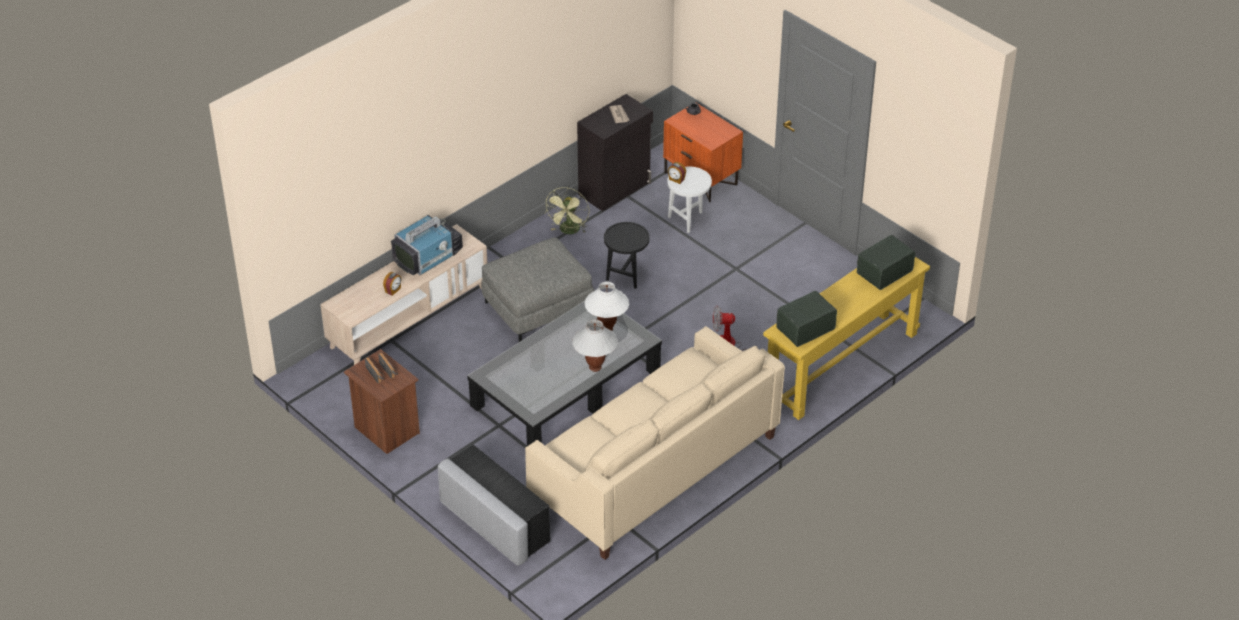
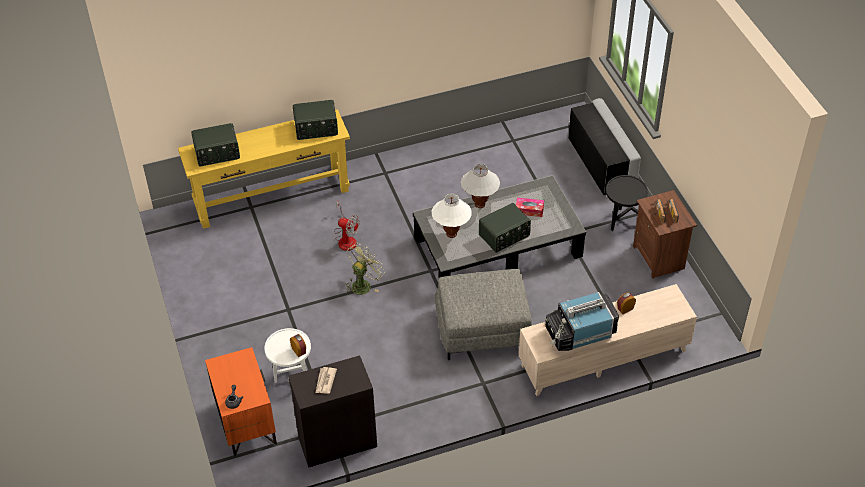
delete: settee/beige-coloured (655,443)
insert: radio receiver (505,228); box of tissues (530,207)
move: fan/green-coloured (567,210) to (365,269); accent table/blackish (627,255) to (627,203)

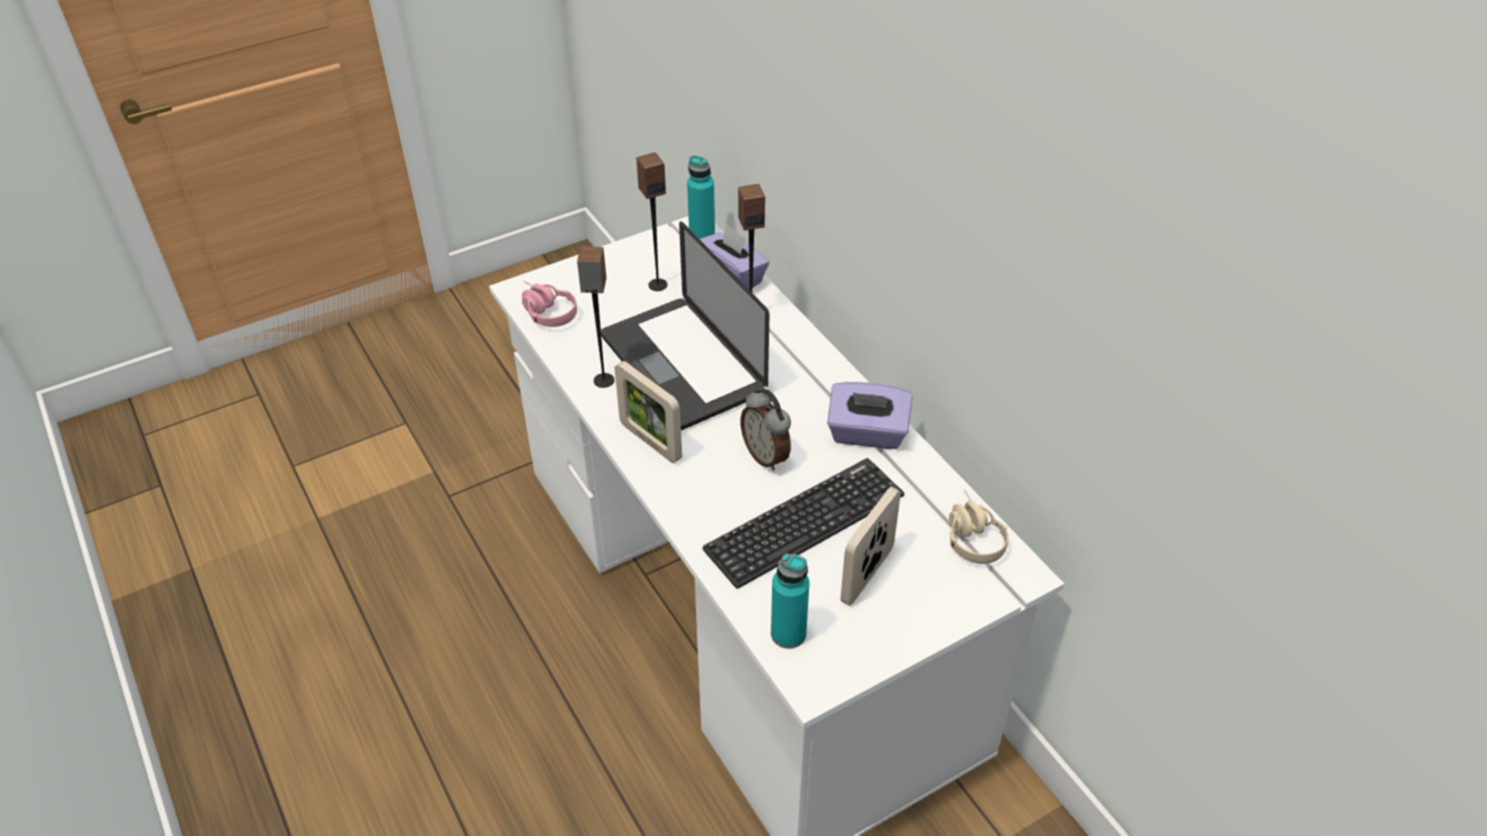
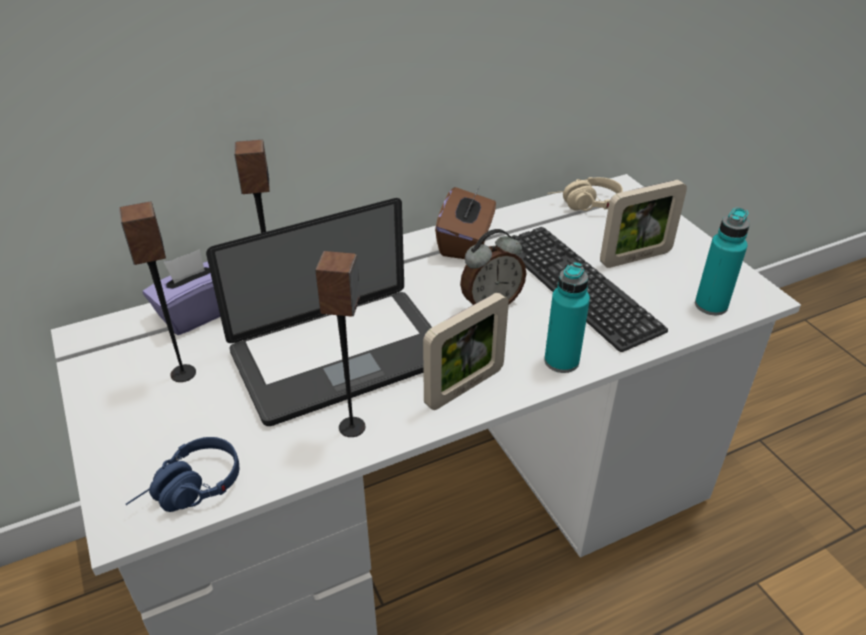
move: drink bottle/blue-green (701,197) to (567,317)
recolor: pair of headphones/pink-coloured (549,304) to pair of headphones/blue-coloured (182,474); box of tissues/purple-coloured (869,415) to box of tissues/brown (465,223)
rotate: picture frame (870,546) = (643,224) 60 degrees counterclockwise

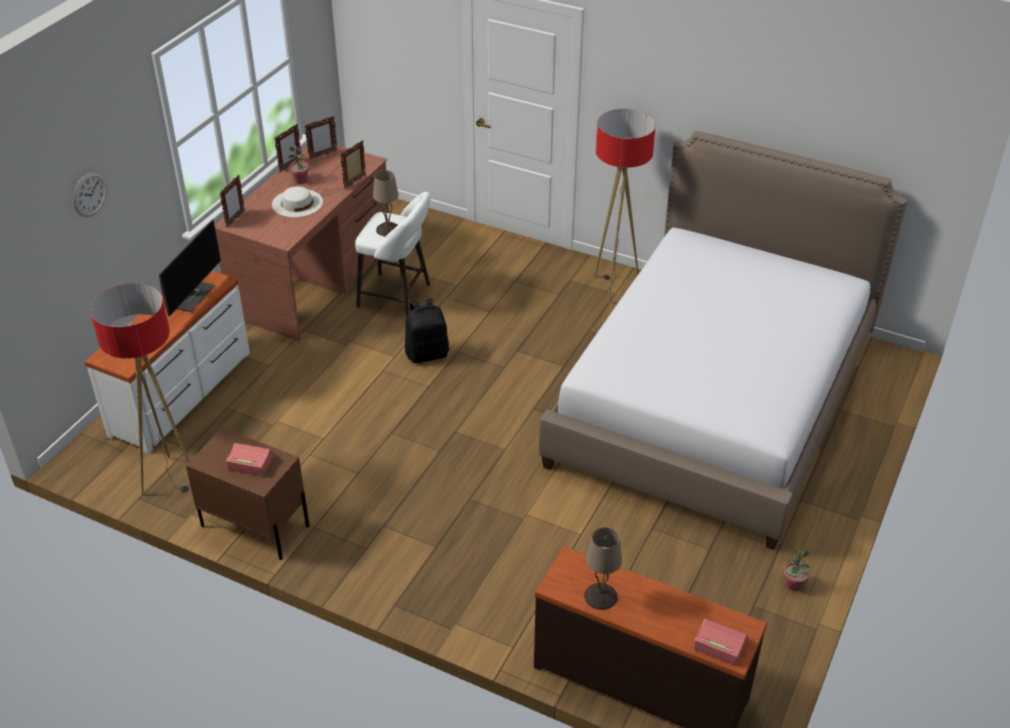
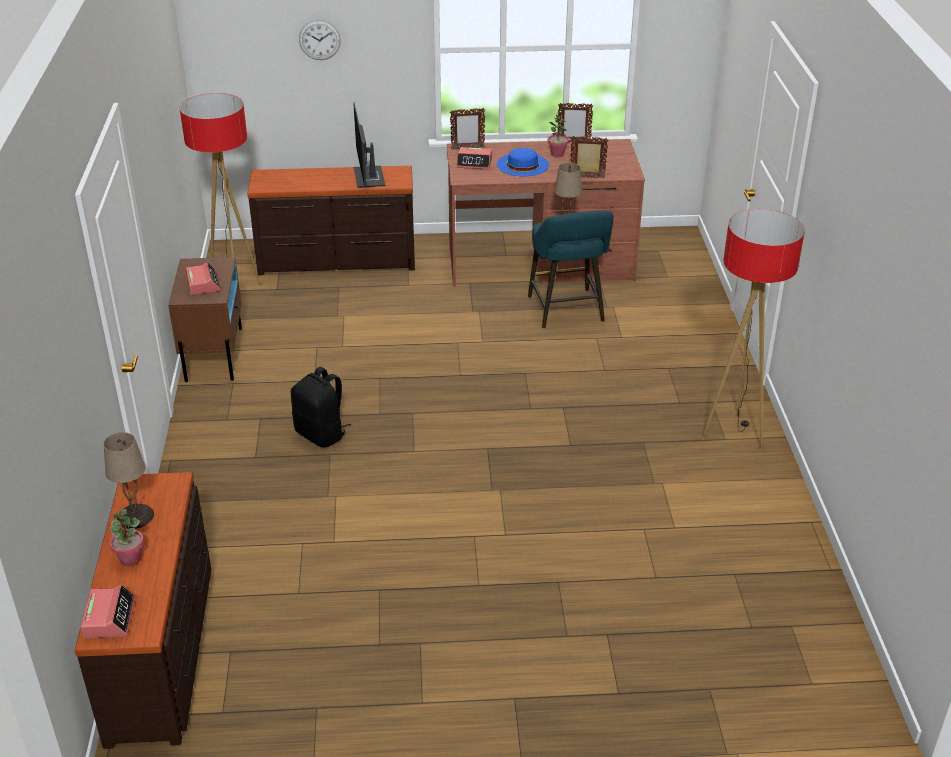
delete: picture frame (321,138); bed (723,340)
insert: alarm clock (474,158)
move: backpack/blackish (427,331) to (321,407); plant in a pot (796,570) to (126,537)
recolor: dresser/whitish (167,362) to dresser/brown (331,220); clothing hat/whitish (297,201) to clothing hat/blue-coloured (523,162); stool seat/whitish (392,254) to stool seat/blue-green (570,270)
rotate: computer screen (190,268) = (369,145) 90 degrees clockwise

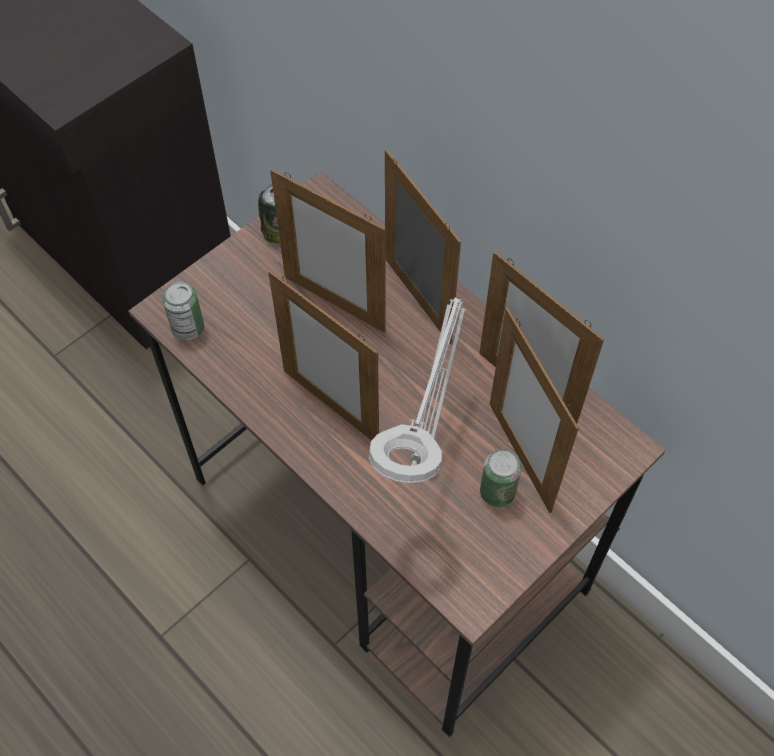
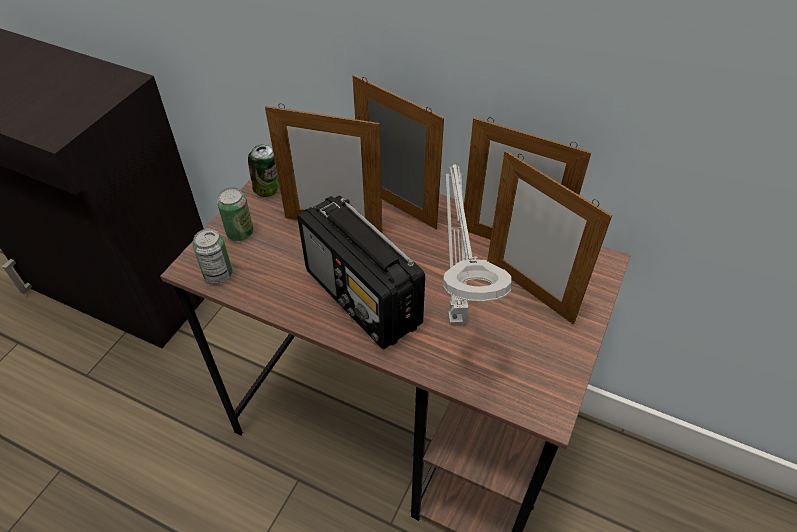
move: metal can (501,478) to (235,214)
replace: picture frame (323,355) to radio receiver (361,272)

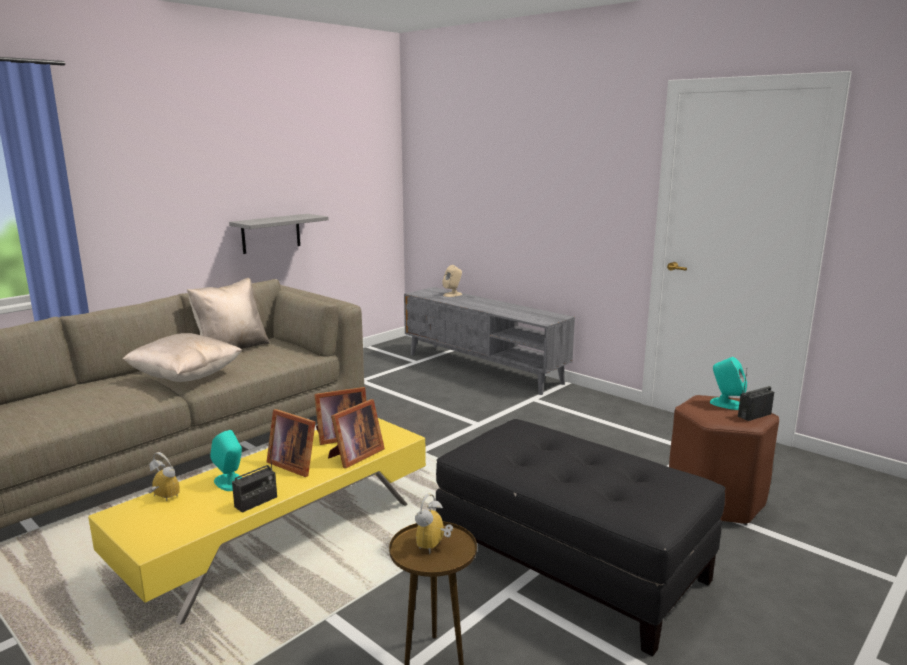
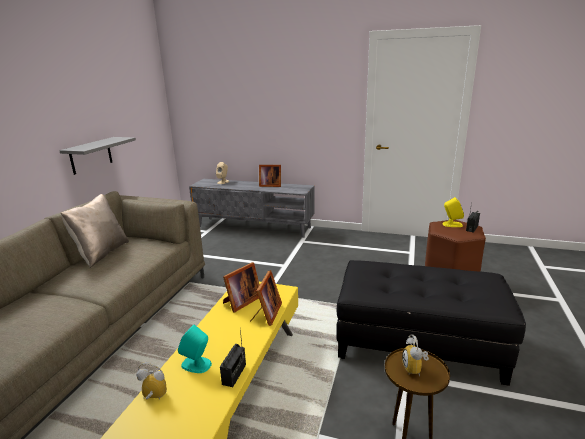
delete: pillow/beige-coloured (182,357)
move: picture frame (291,443) to (270,176)
recolor: speaker/blue-green (728,383) to speaker/yellow (453,212)

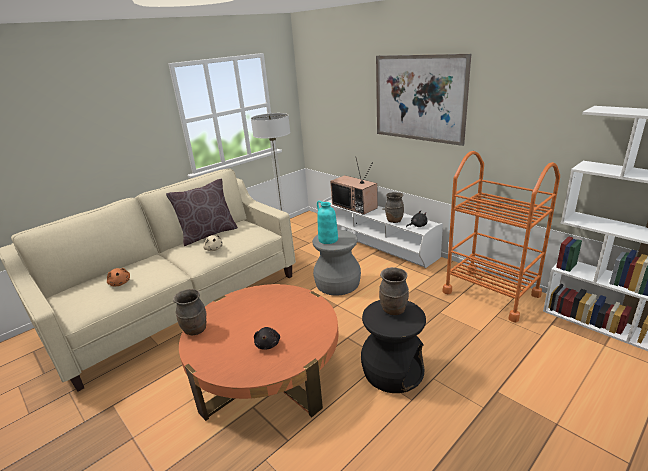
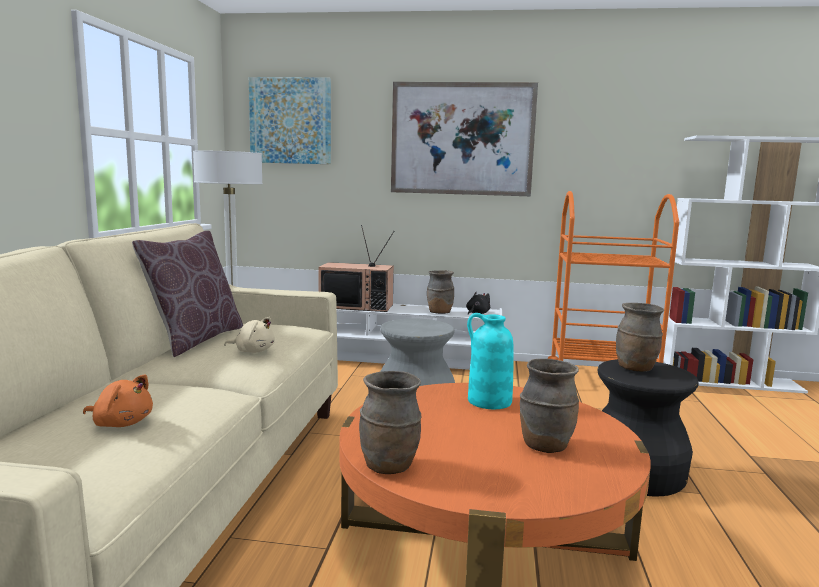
insert: wall picture (290,120)
move: vase/blue-green (327,222) to (490,361)
replace: soft toy/blackish (267,338) to vase/brown (549,406)

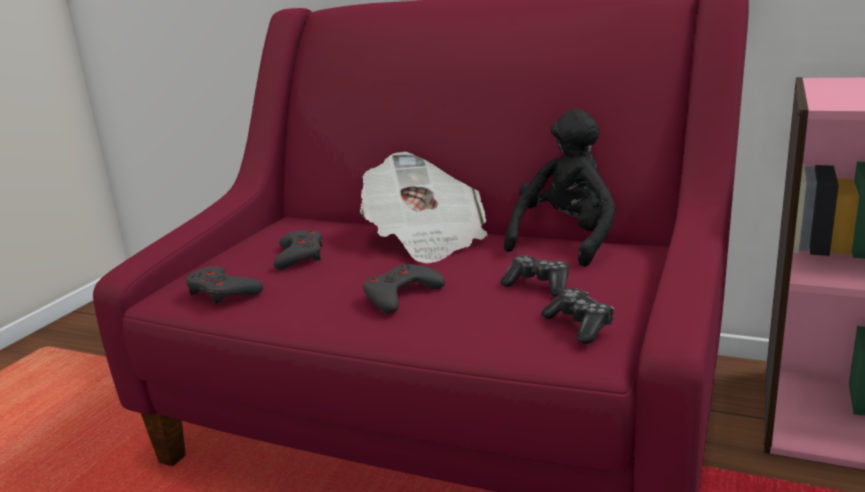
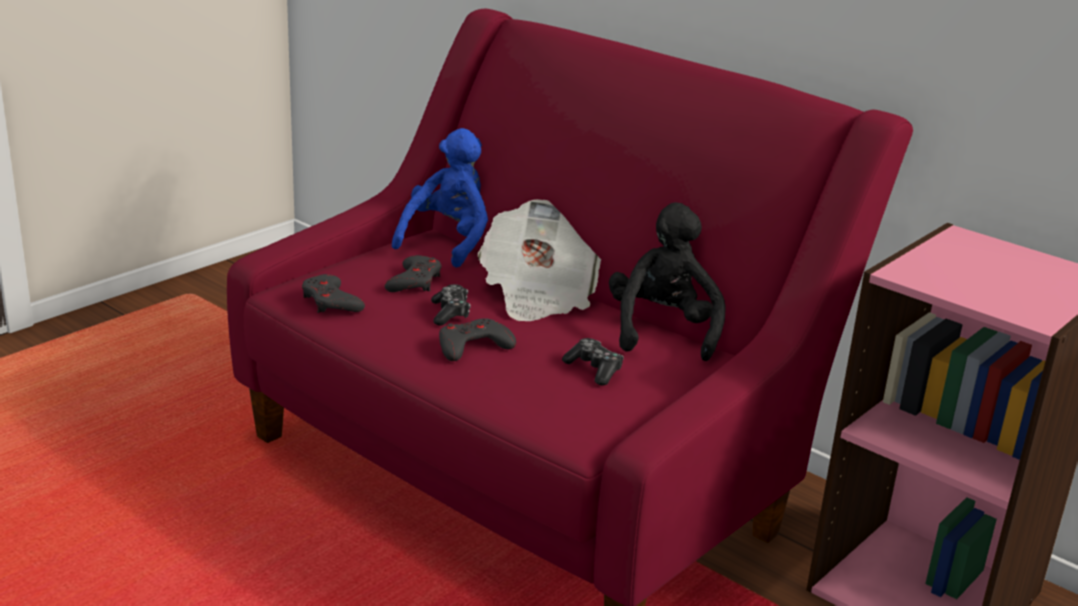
insert: soft toy/blue-coloured (440,198)
move: game controller (577,316) to (451,305)
rotate: soft toy/blackish (560,188) = (667,281) 45 degrees counterclockwise

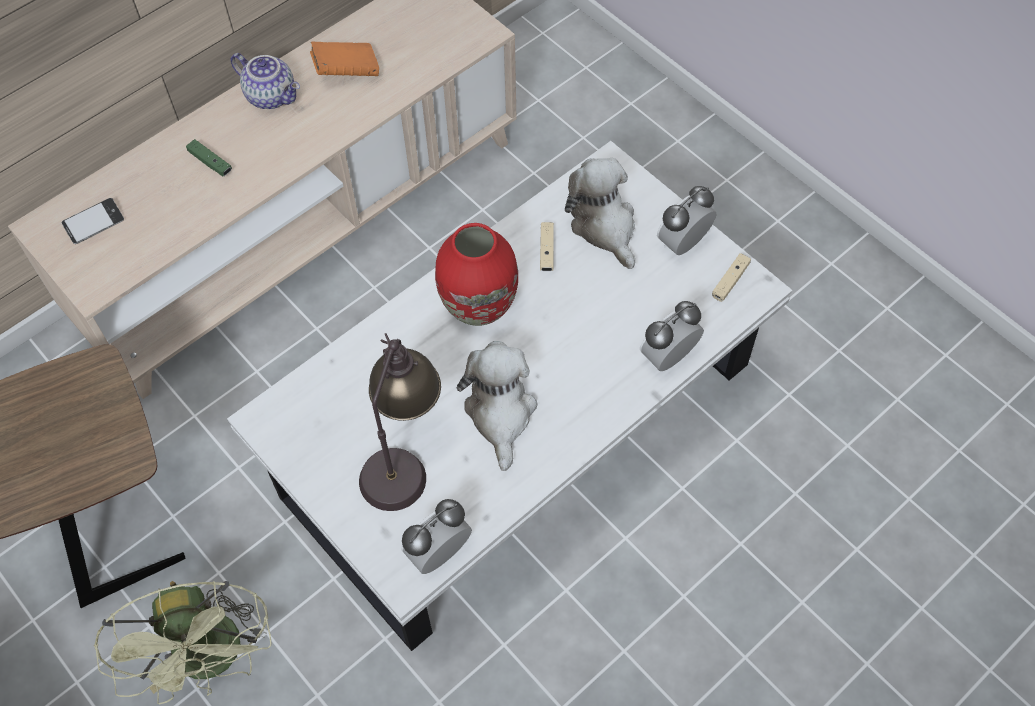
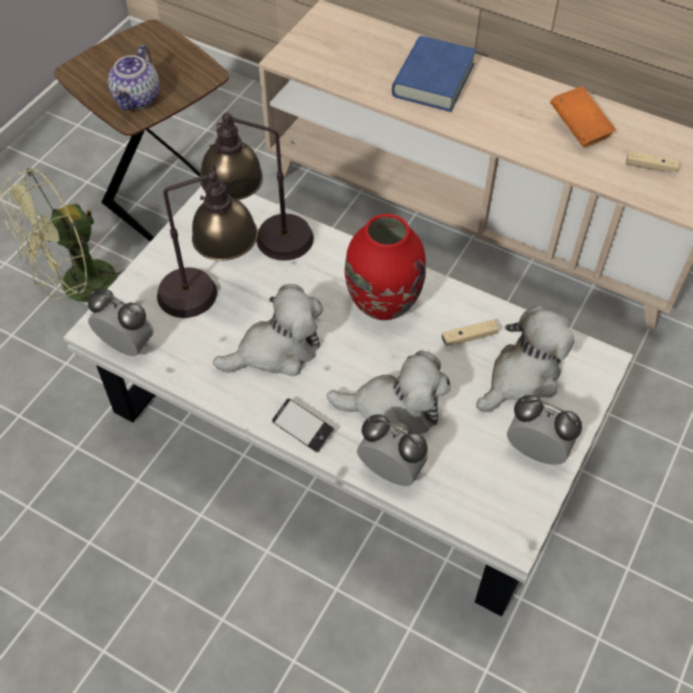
insert: tabletop lamp (257,187); soft toy (389,392)
move: phone (93,221) to (303,425); tea pot (265,81) to (134,77); game controller/beige-coloured (731,277) to (653,161)
replace: game controller/green-coloured (209,158) to volume/blue-coloured (434,74)

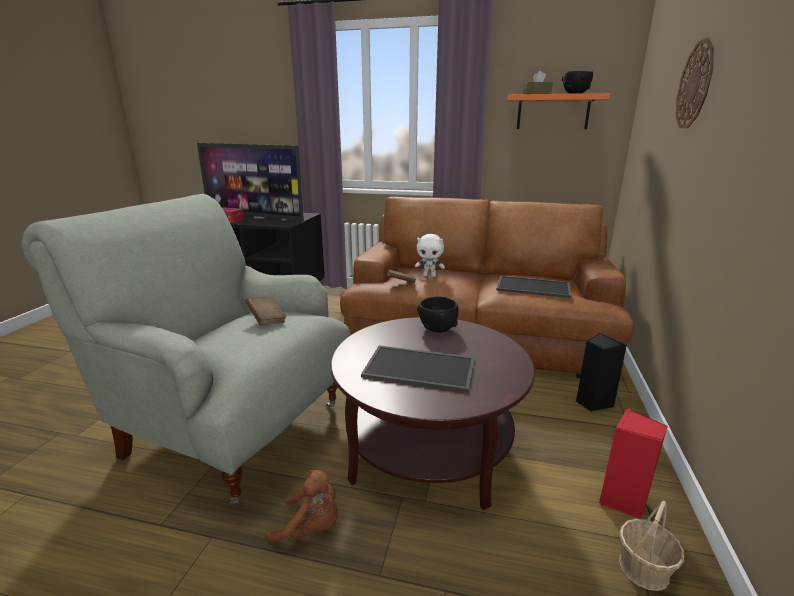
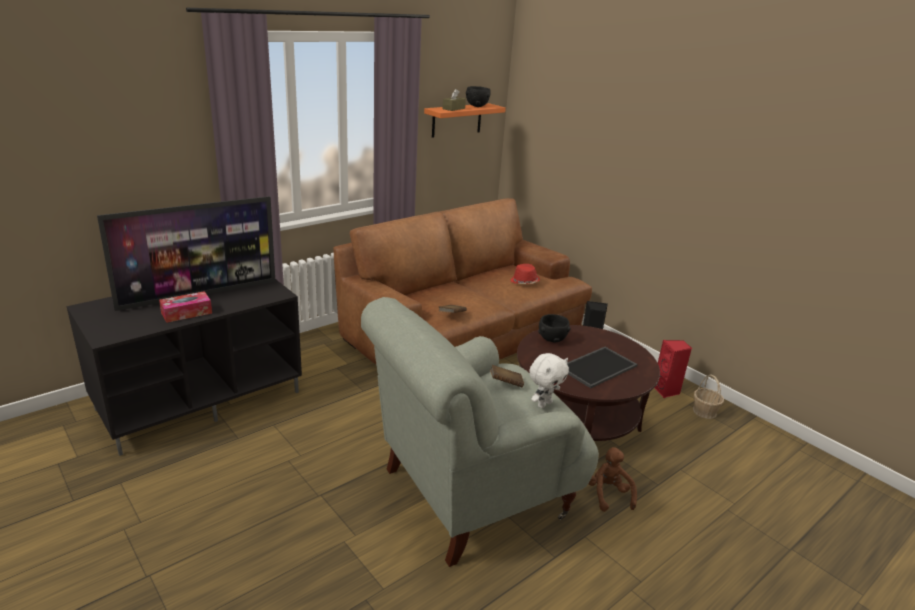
delete: wall clock (695,83)
move: soft toy/whitish (430,255) to (549,380)
replace: carrying tray (533,287) to clothing hat/red (525,274)
rotate: soft toy/brown (301,507) = (612,479) 60 degrees counterclockwise

